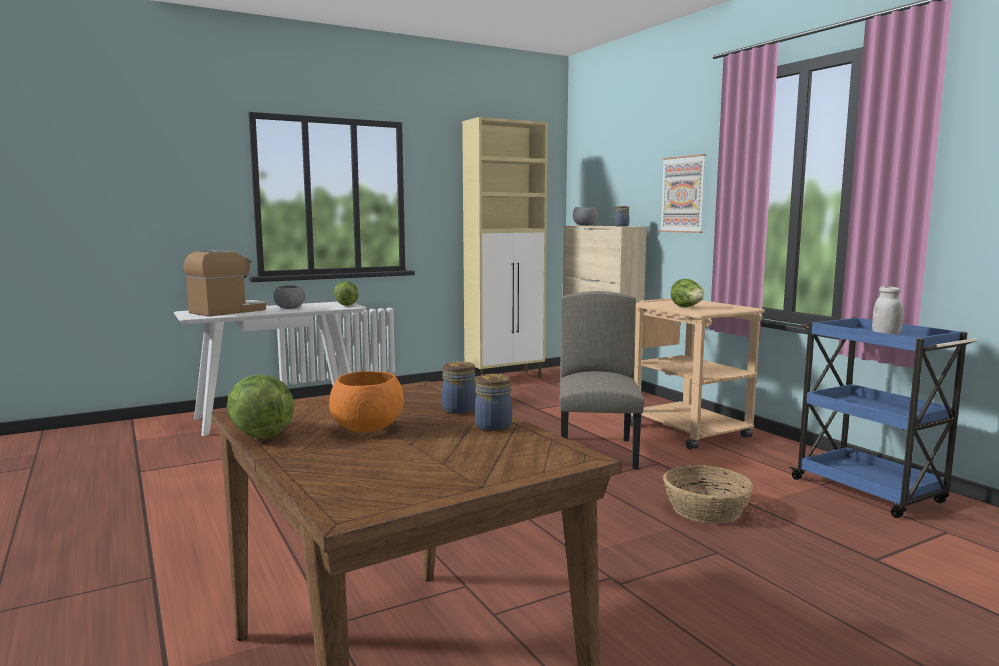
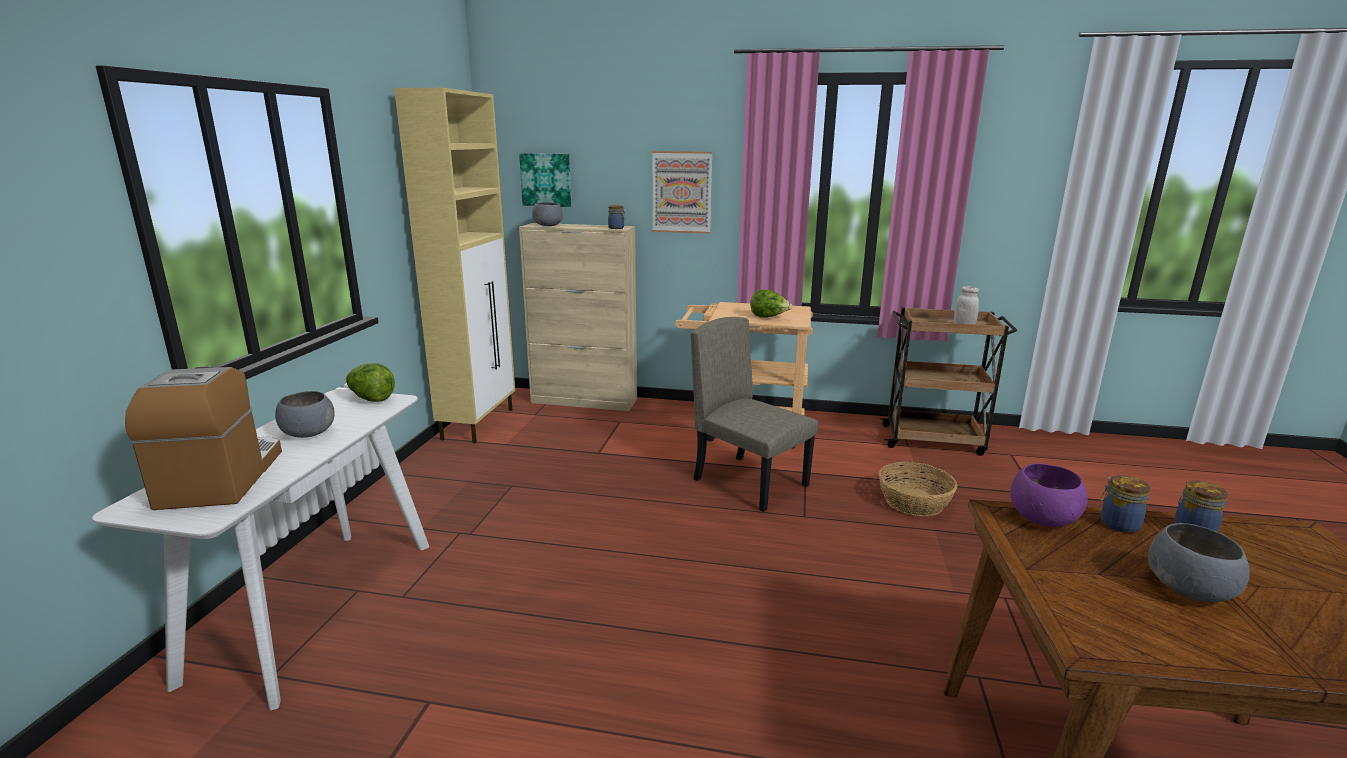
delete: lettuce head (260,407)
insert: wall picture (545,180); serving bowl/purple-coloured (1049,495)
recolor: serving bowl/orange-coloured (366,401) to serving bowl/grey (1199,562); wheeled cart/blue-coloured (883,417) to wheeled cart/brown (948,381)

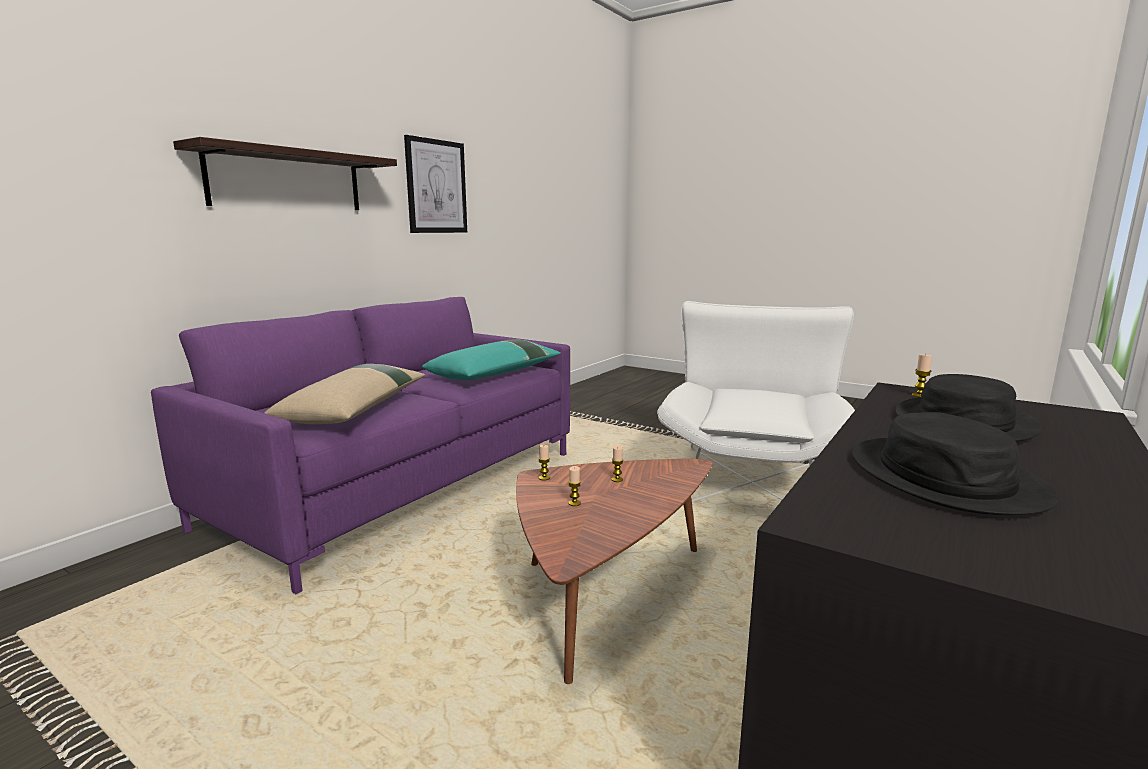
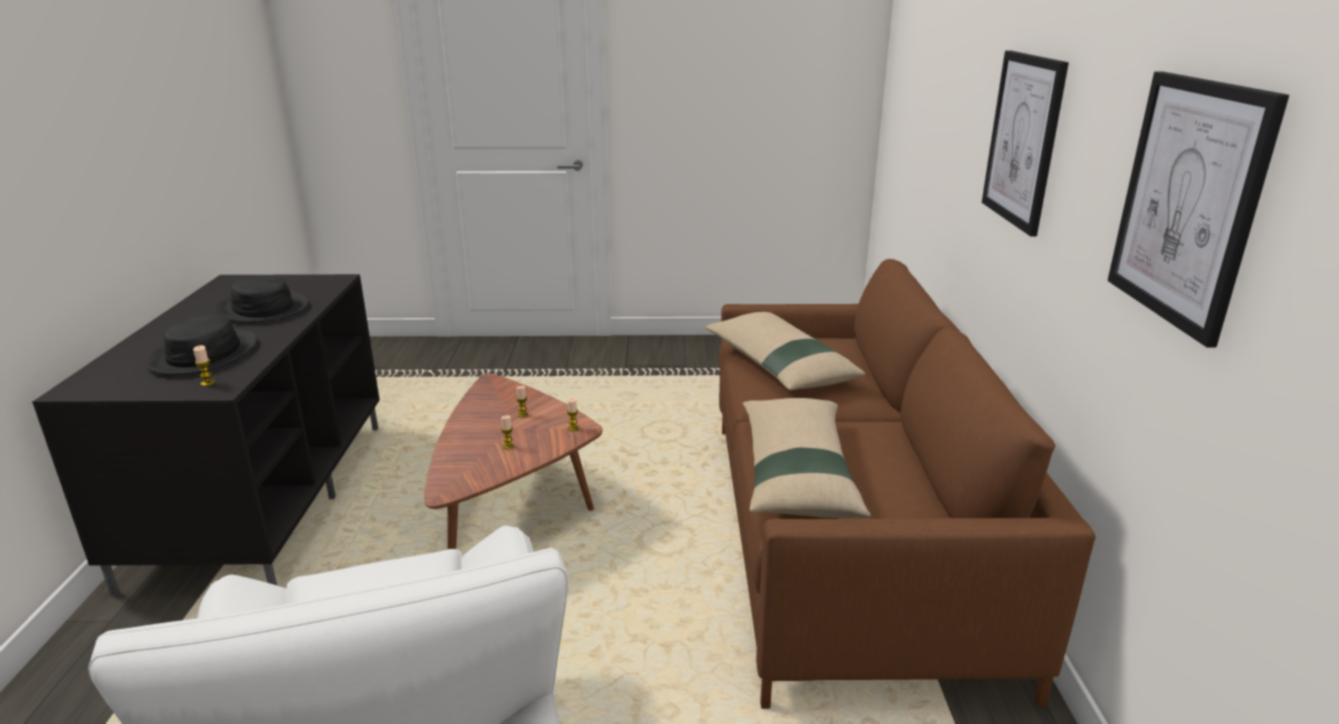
replace: bracket shelf (285,173) to wall picture (1025,143)
recolor: settee/purple-coloured (360,445) to settee/brown (907,484); pillow/blue-green (491,359) to pillow/beige-coloured (807,458)

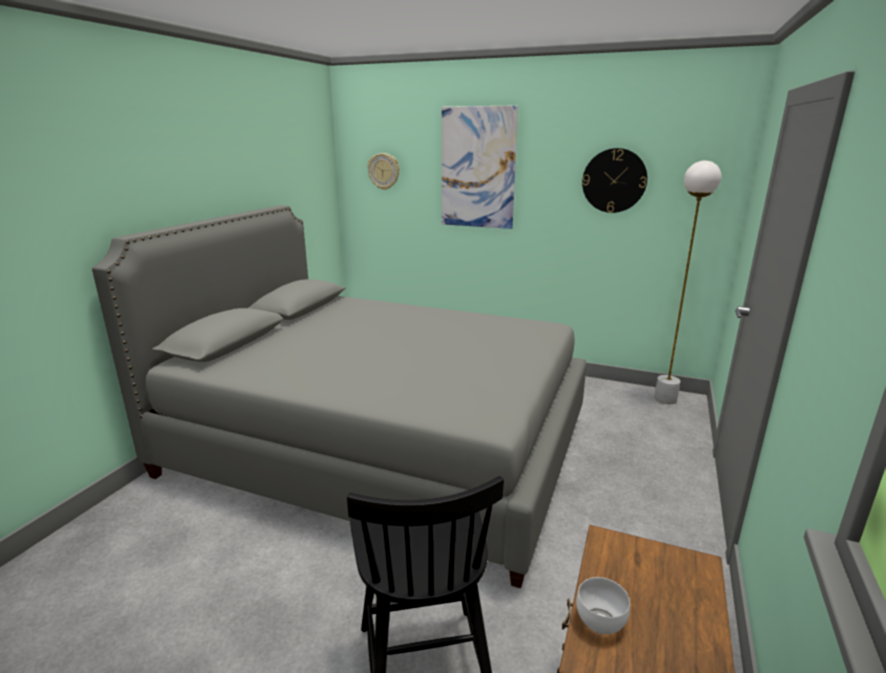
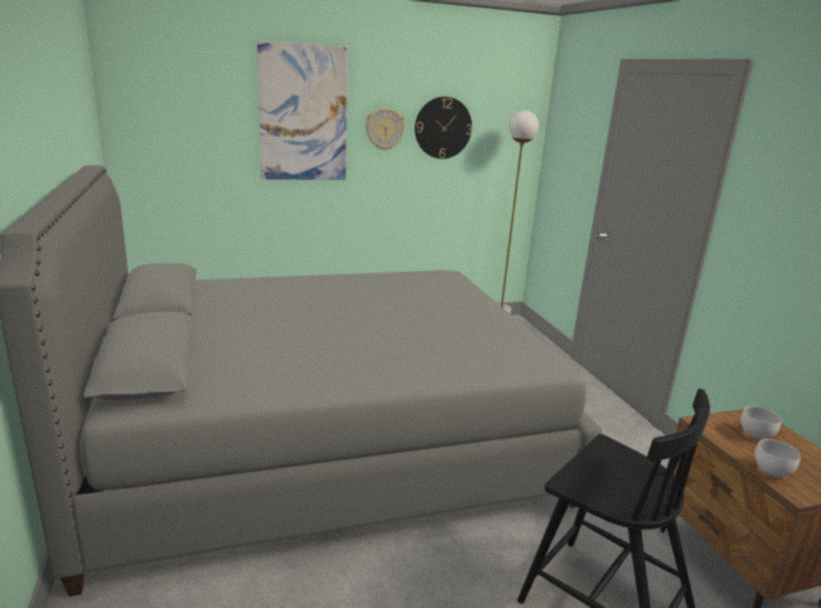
insert: serving bowl/whitish (761,423)
move: wall clock (383,171) to (385,129)

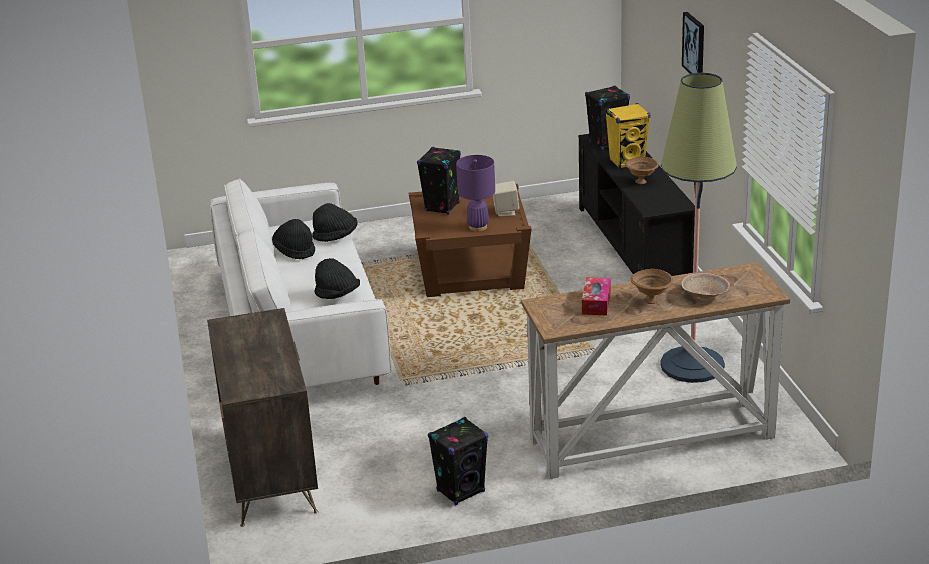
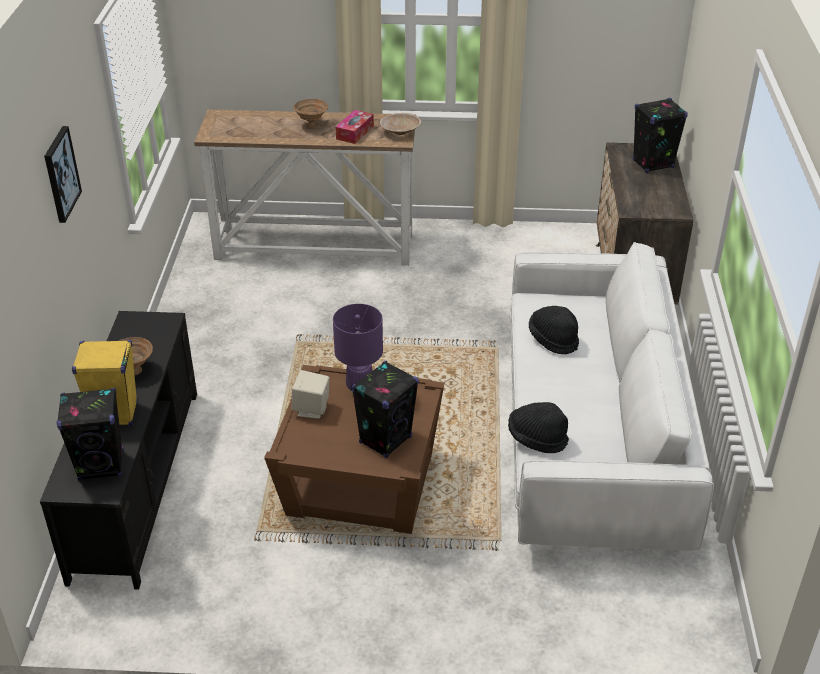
delete: clothing hat/blackish (293,239); floor lamp (698,228)
move: speaker/blackish (458,461) to (660,135); serving bowl/beige-coloured (705,285) to (400,124)

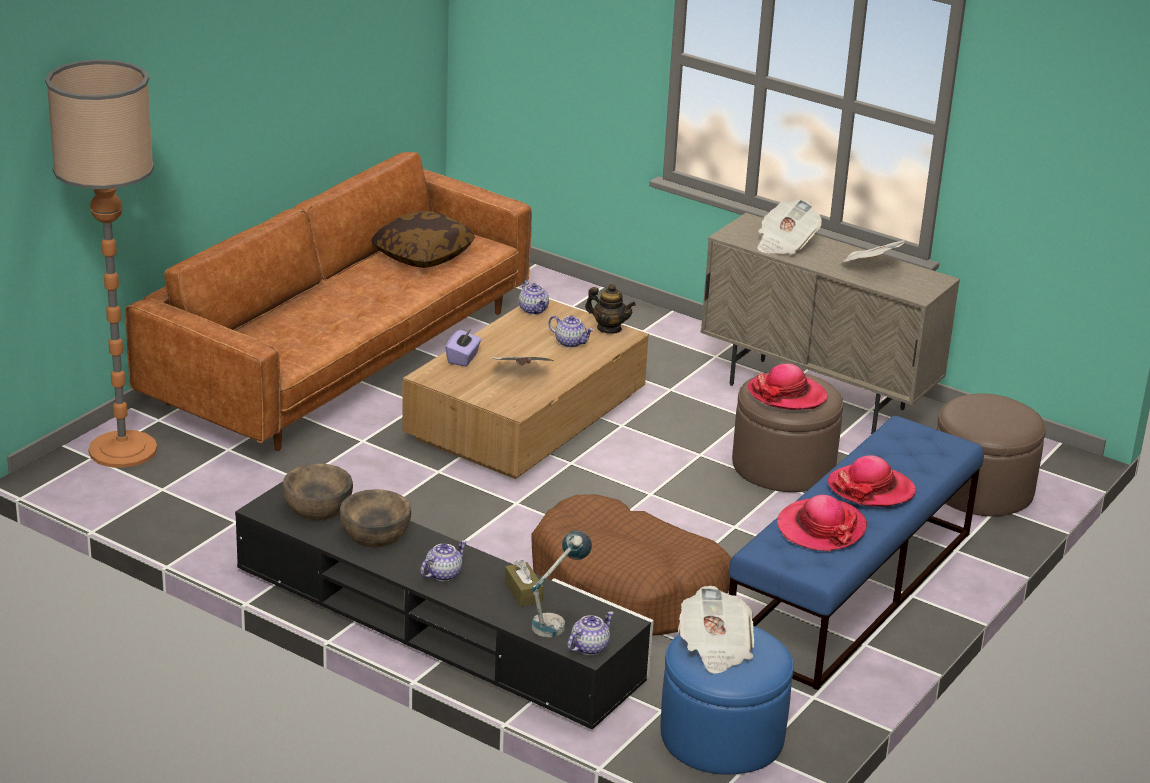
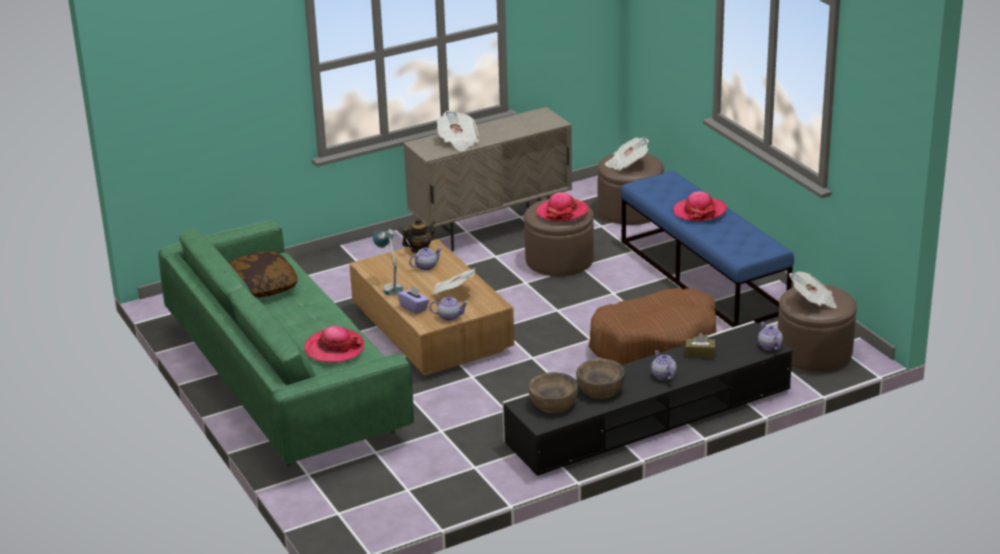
delete: floor lamp (101,263)
move: tea pot (534,297) to (449,309); tabletop lamp (562,583) to (388,262); clothing hat (822,523) to (334,344); daily paper (873,251) to (627,154)
recolor: settee/brown (329,301) to settee/green-coloured (286,343); ottoman/blue-coloured (727,700) to ottoman/brown (817,328)

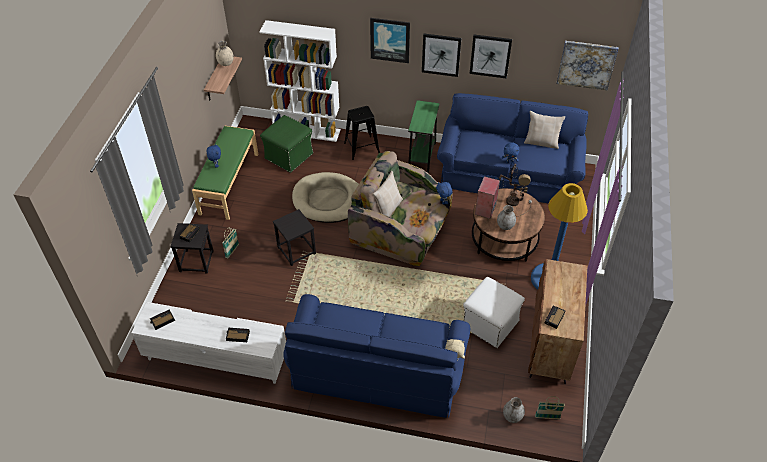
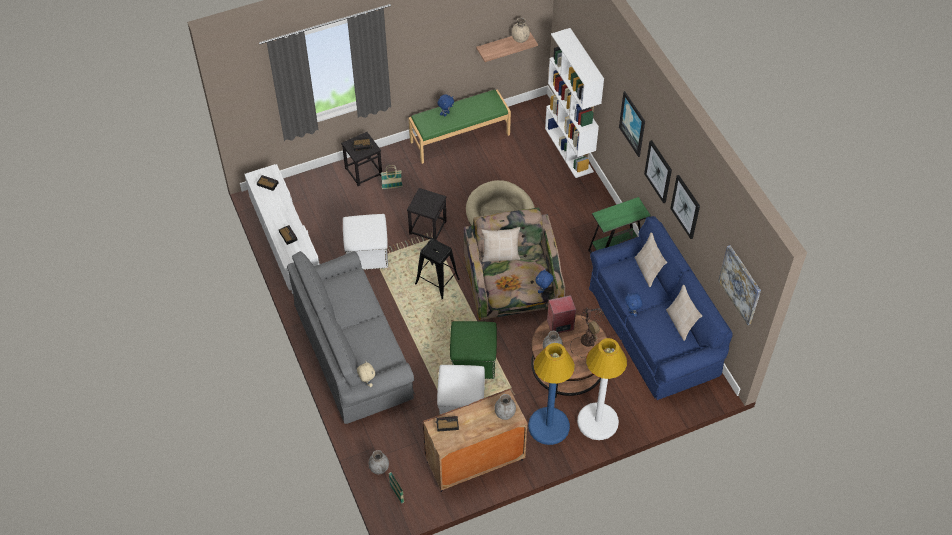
insert: ottoman/whitish (365,242); vase/grey (505,407); floor lamp/whitish (602,389); pillow/beige-coloured (650,260)
move: ottoman/green-coloured (287,144) to (473,350); stool seat/blackish (362,133) to (437,269)
recolor: settee/blue-coloured (376,356) to settee/grey (351,337)

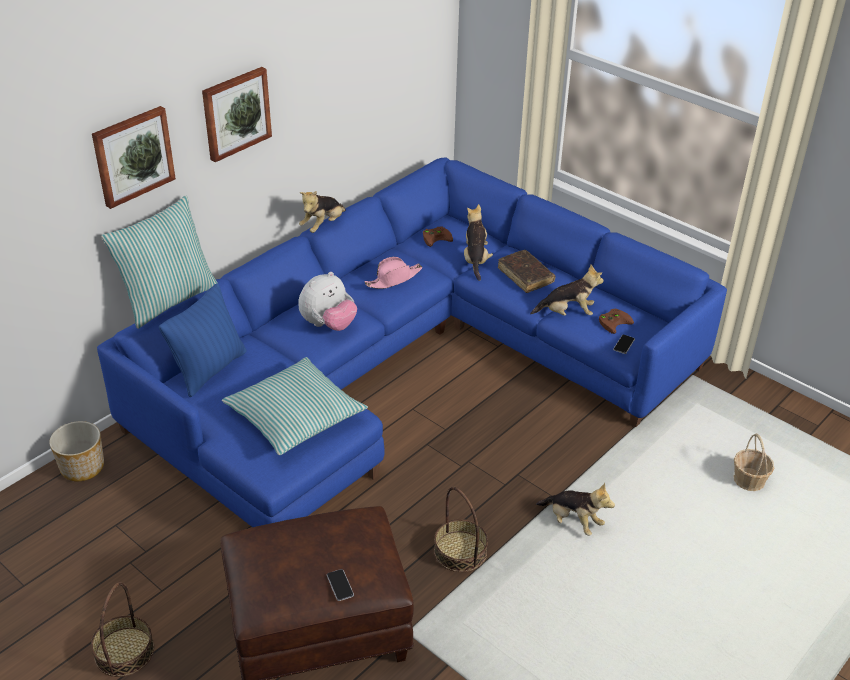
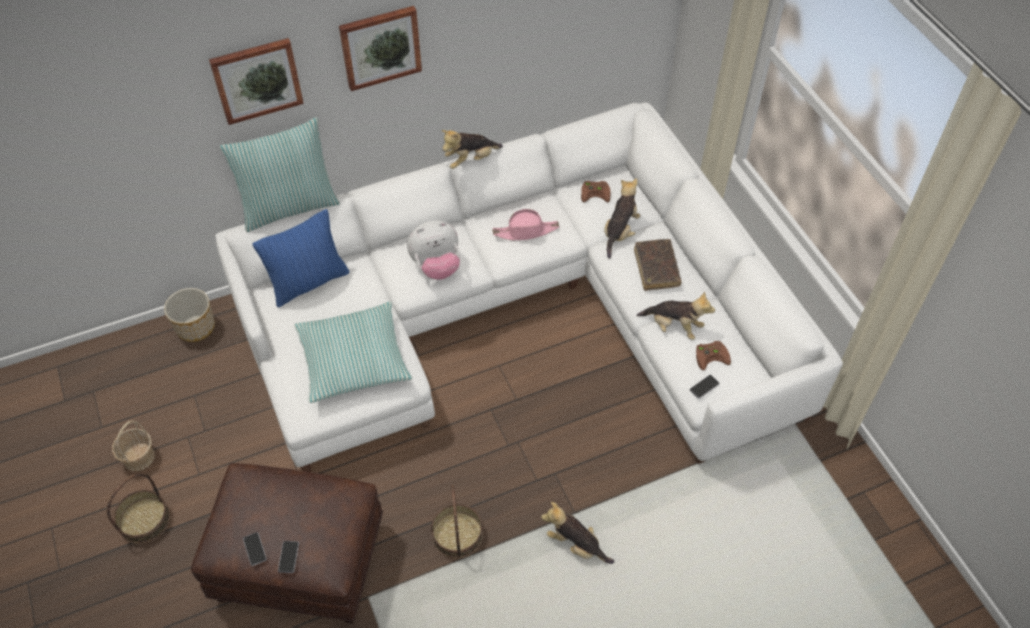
insert: phone (255,549)
move: storage basket (754,462) to (133,445)
recolor: settee/blue-coloured (412,342) to settee/whitish (529,287)
rotate: soft toy (575,509) = (577,533) 150 degrees clockwise

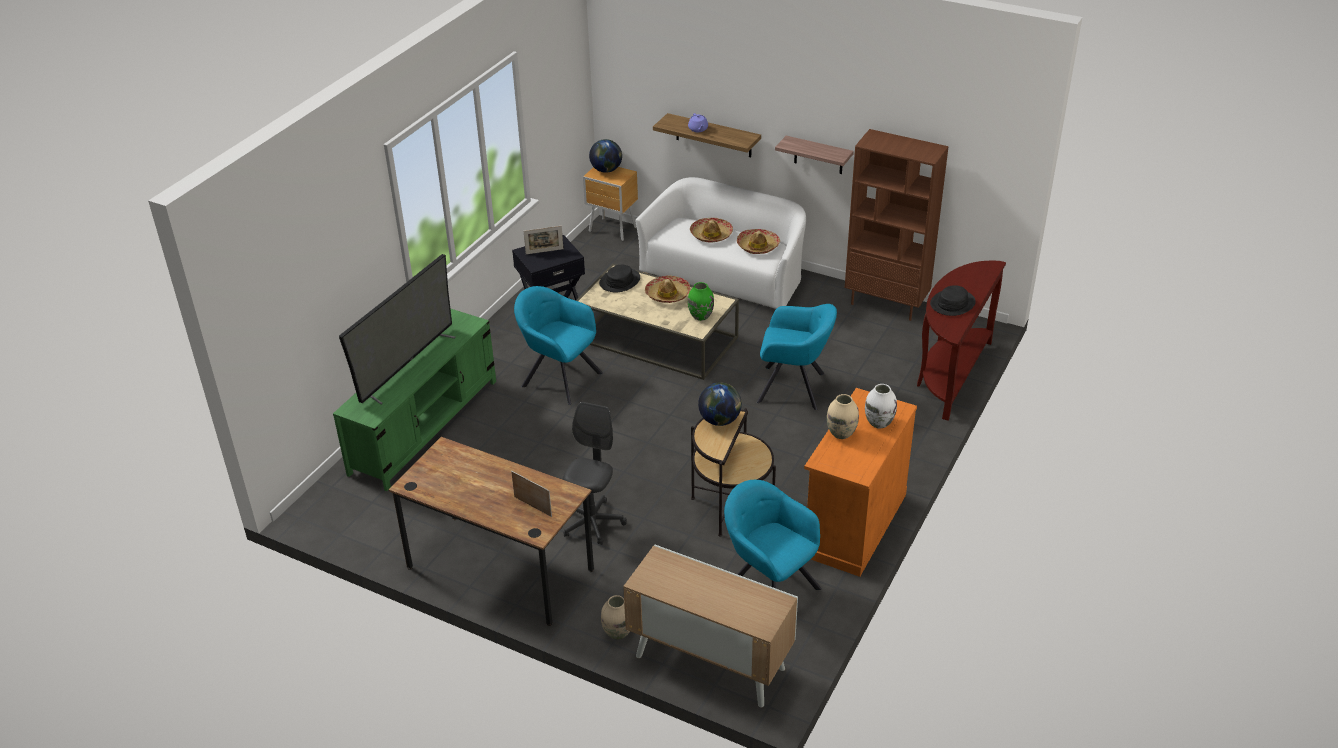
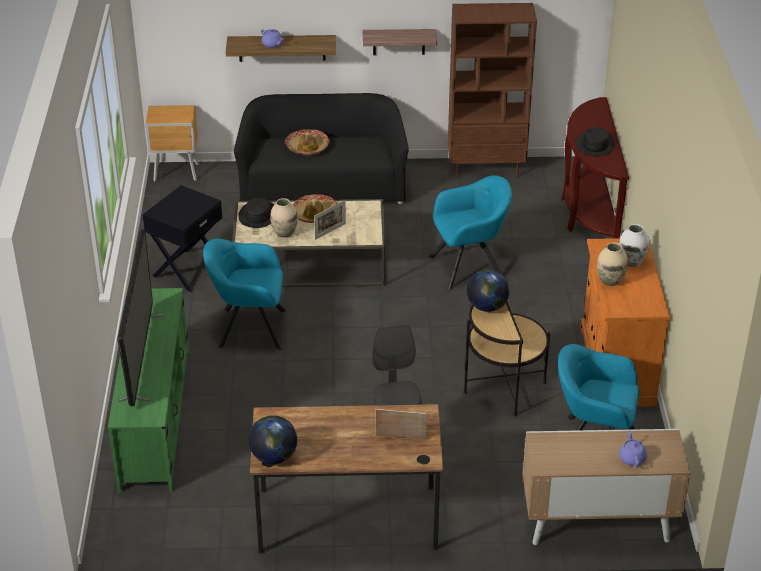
delete: vase/green-coloured (701,301); clothing hat (758,241)
insert: tea pot/purple-coloured (633,448)
move: picture frame (543,240) to (330,220); desk globe (605,156) to (273,439); vase/beige-coloured (615,617) to (284,218)
recolor: settee/whitish (720,243) to settee/blackish (321,148)

